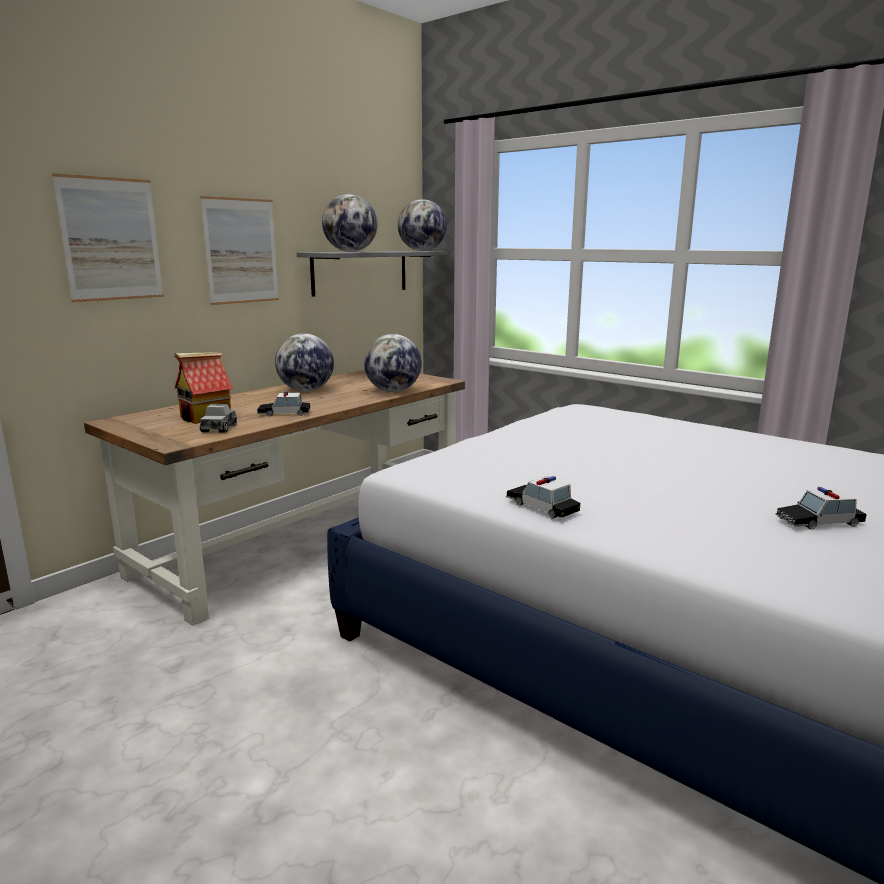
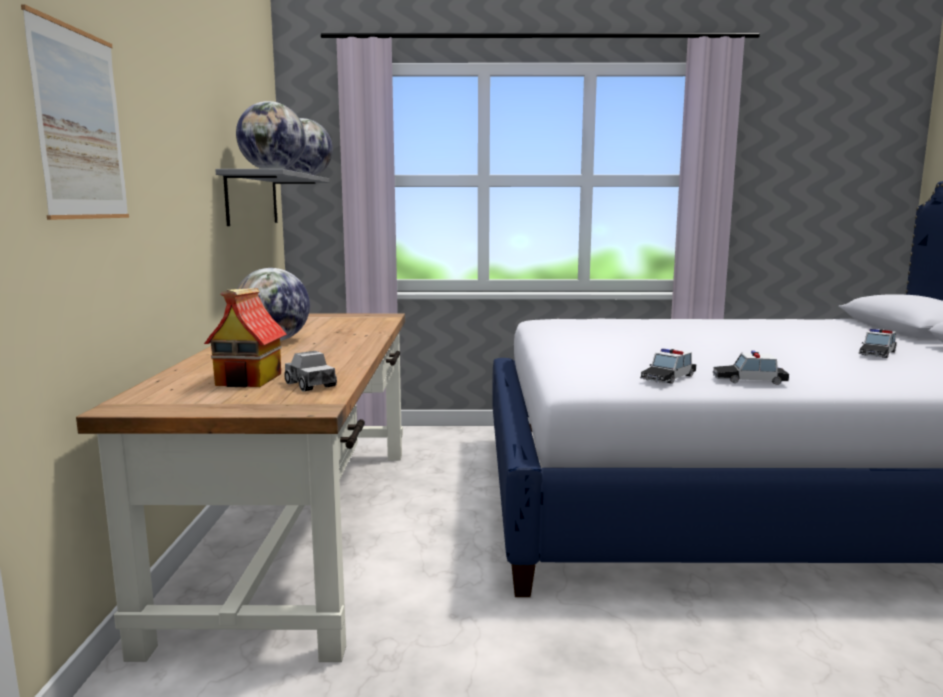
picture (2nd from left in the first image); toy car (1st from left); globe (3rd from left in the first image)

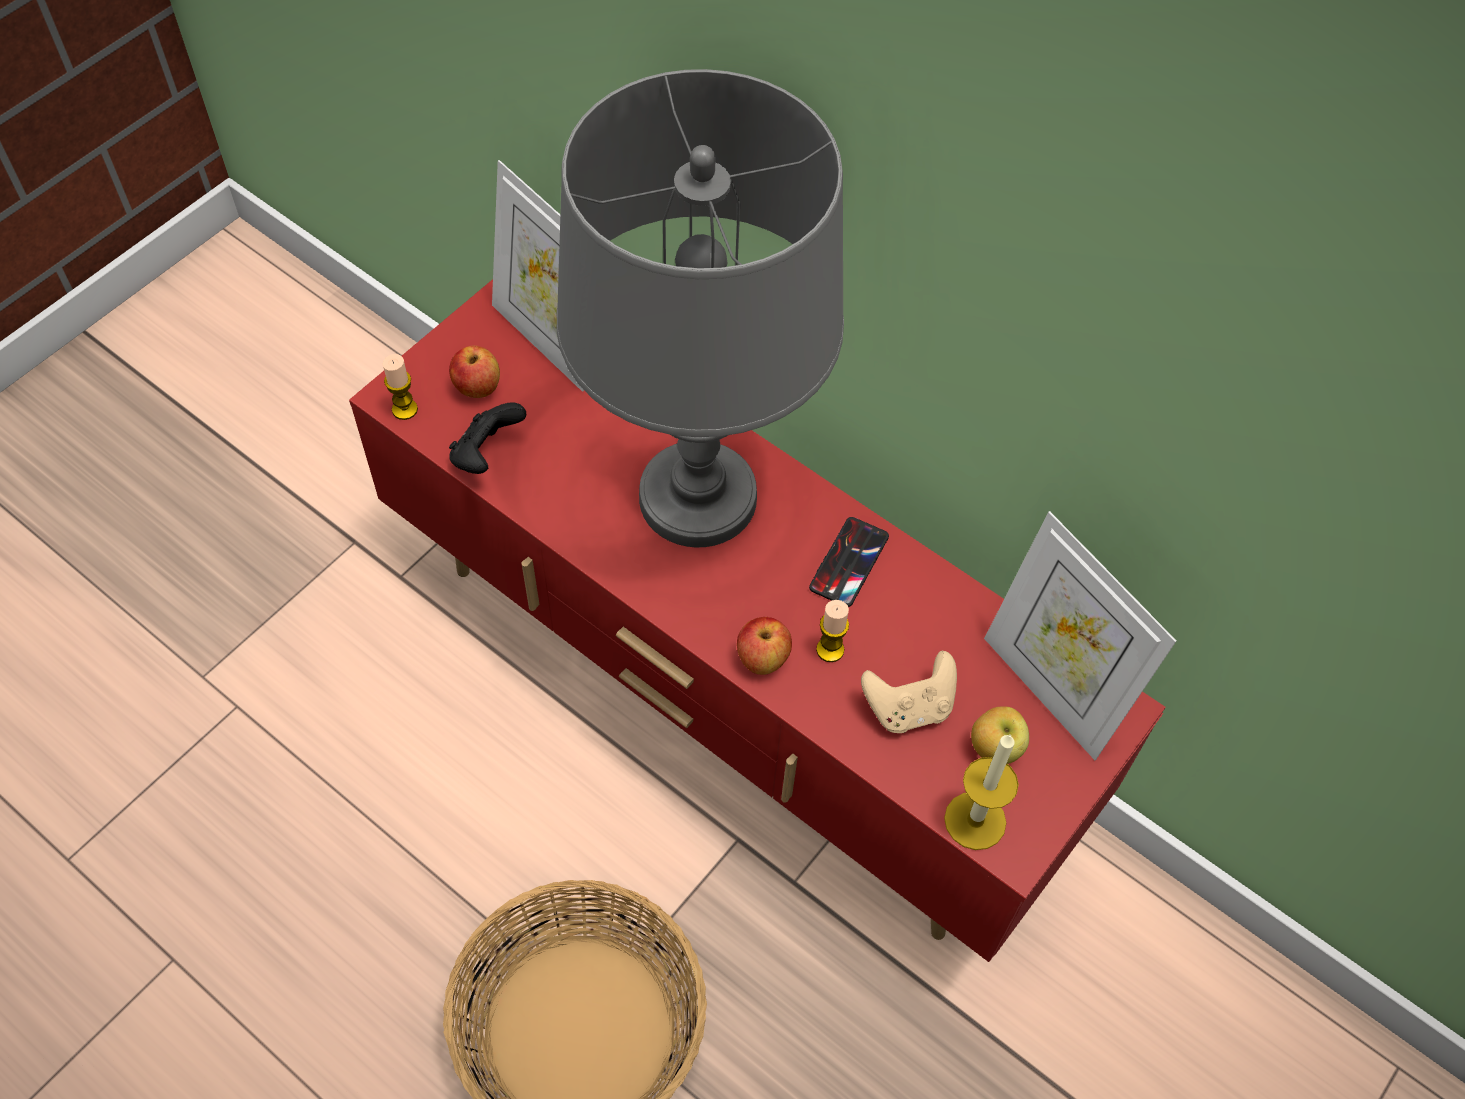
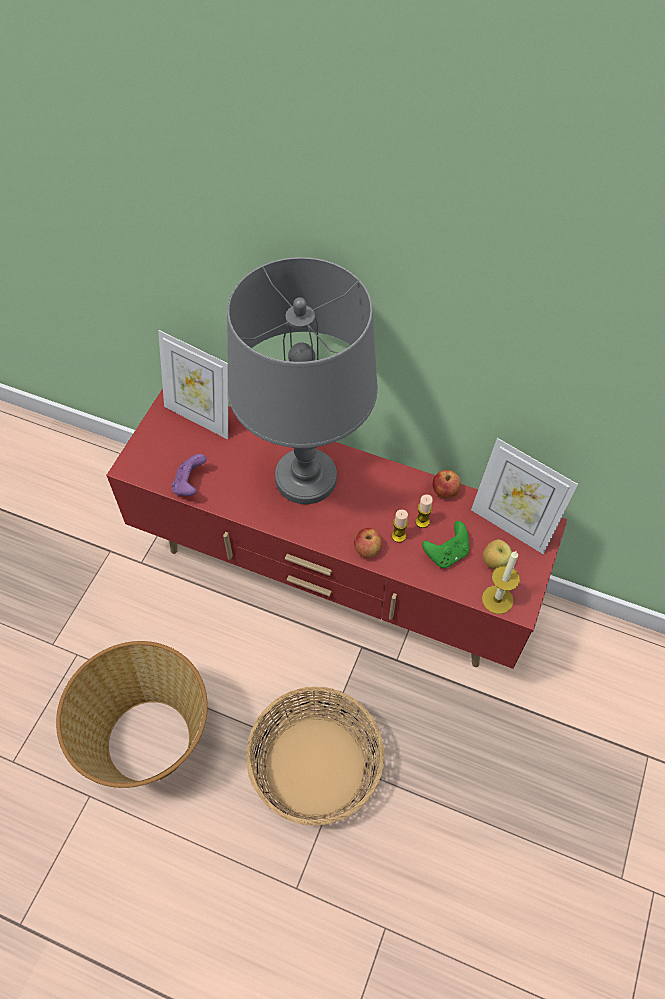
candle (2nd from left); apple (2nd from left); purple game controller; phone; green game controller; basket (1st from left)

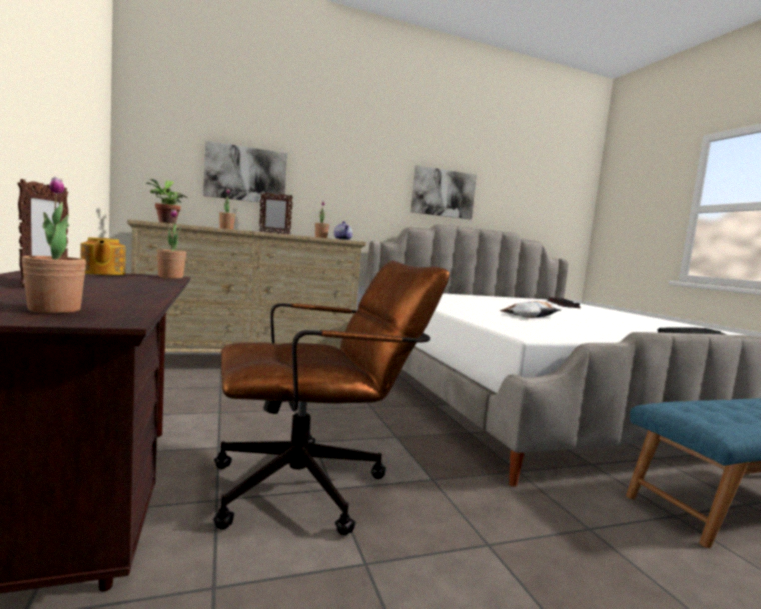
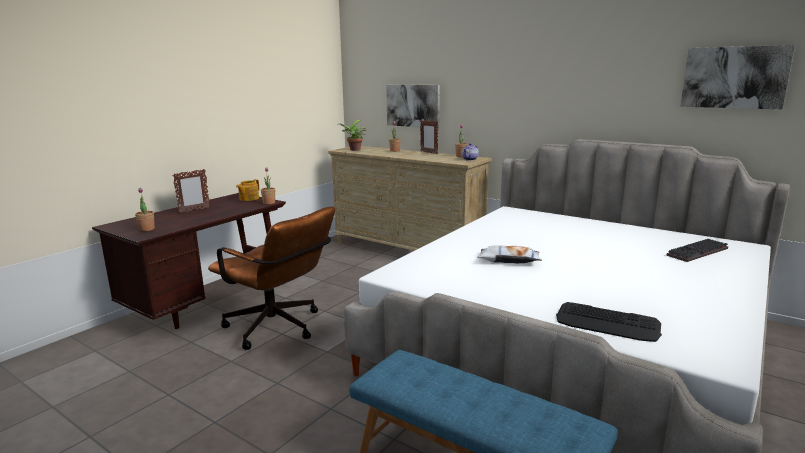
picture (2nd from left)

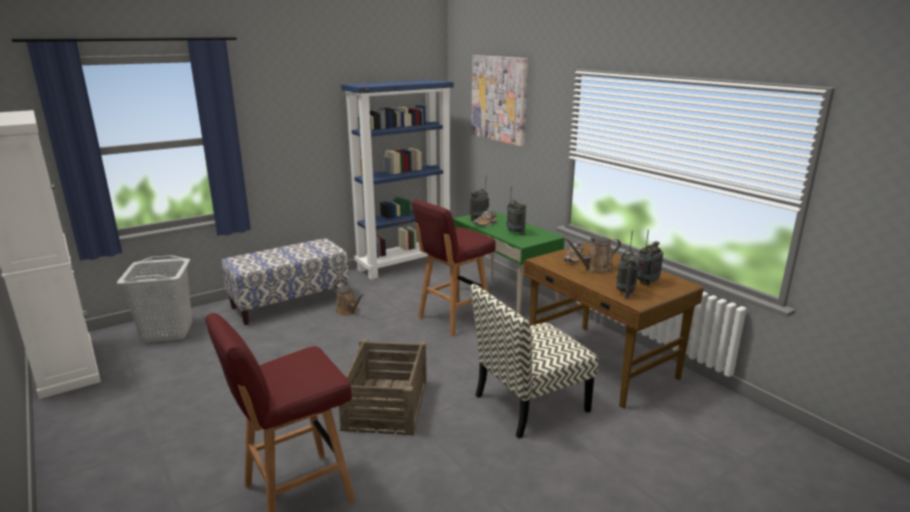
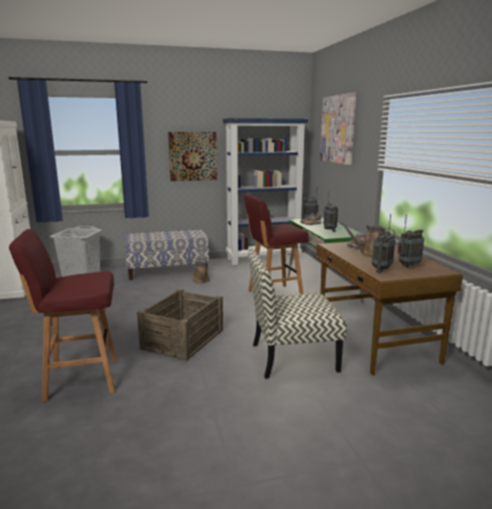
picture (1st from left)

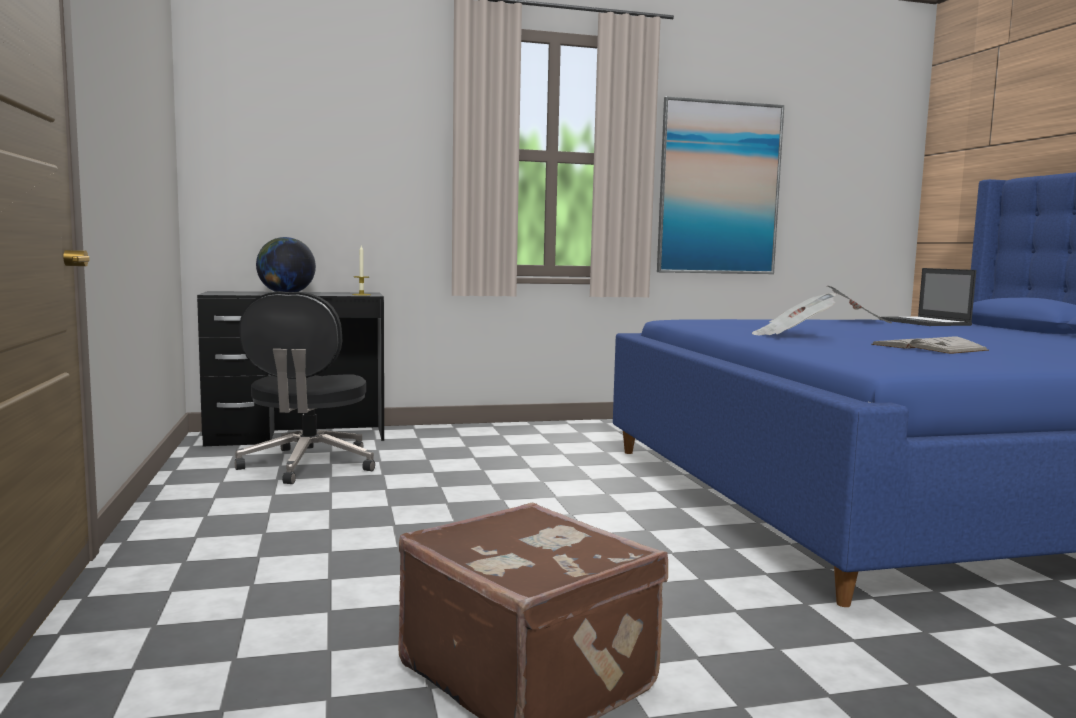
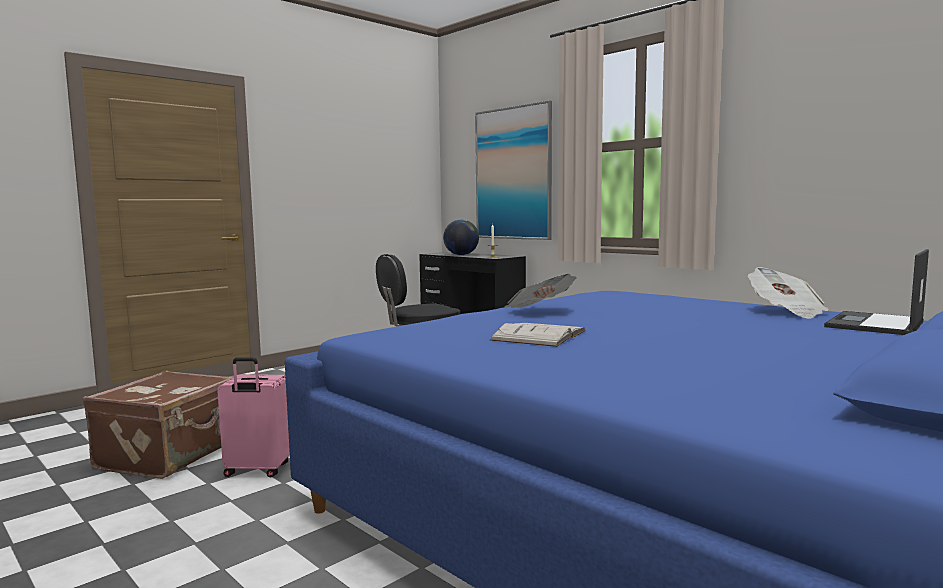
picture; pink suitcase

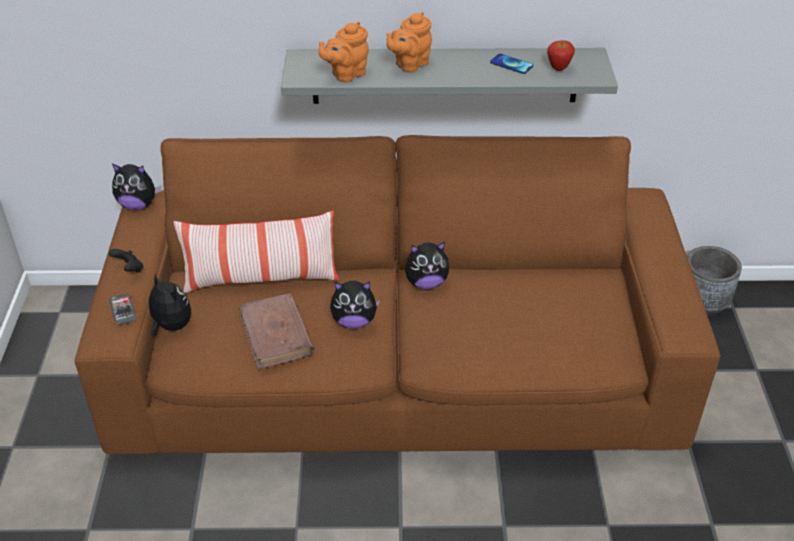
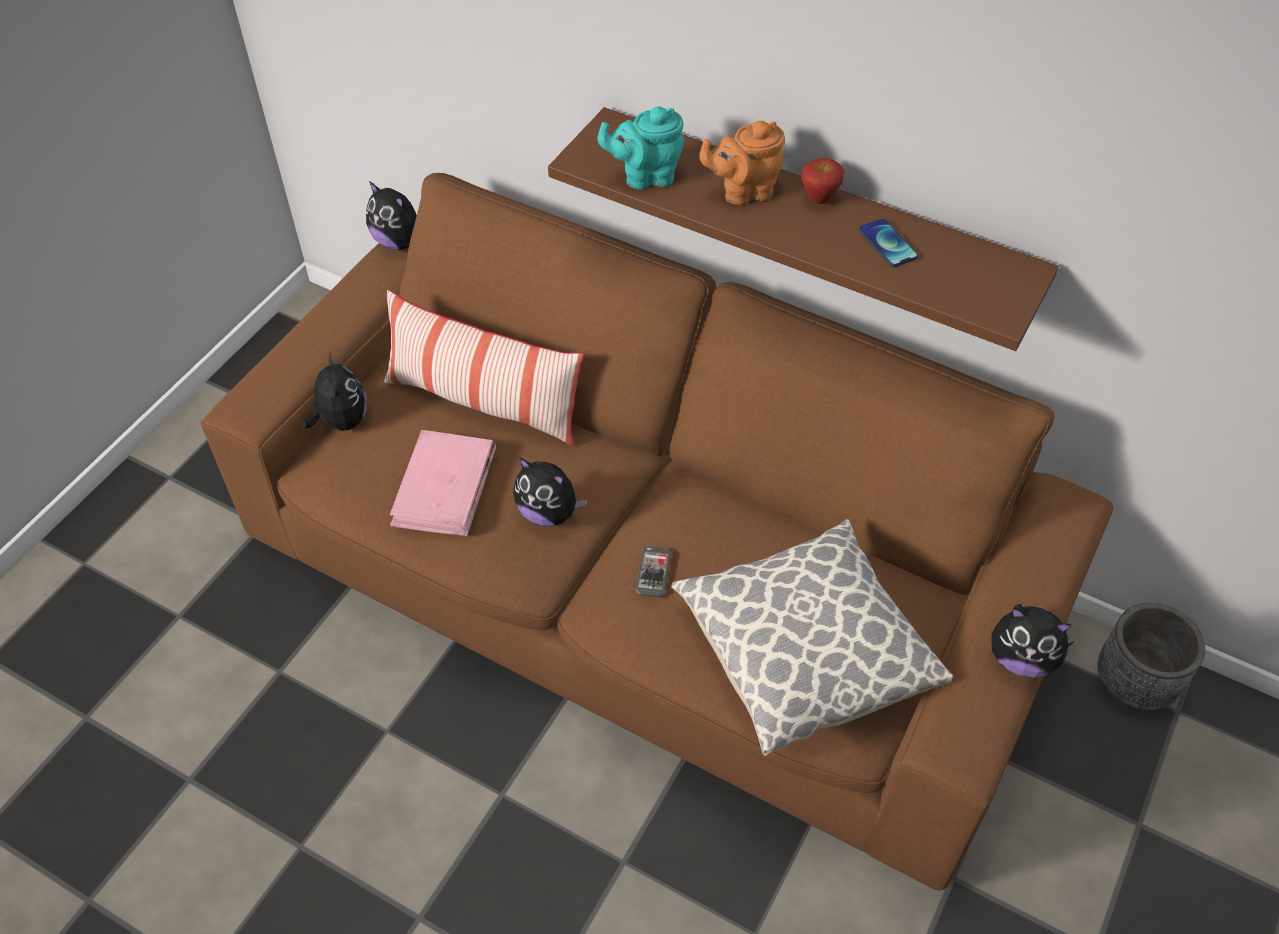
black game controller; phone (1st from left); pink book; brown shelf; turquoise teapot; plush toy (4th from left); apple; pillow (2nd from left)

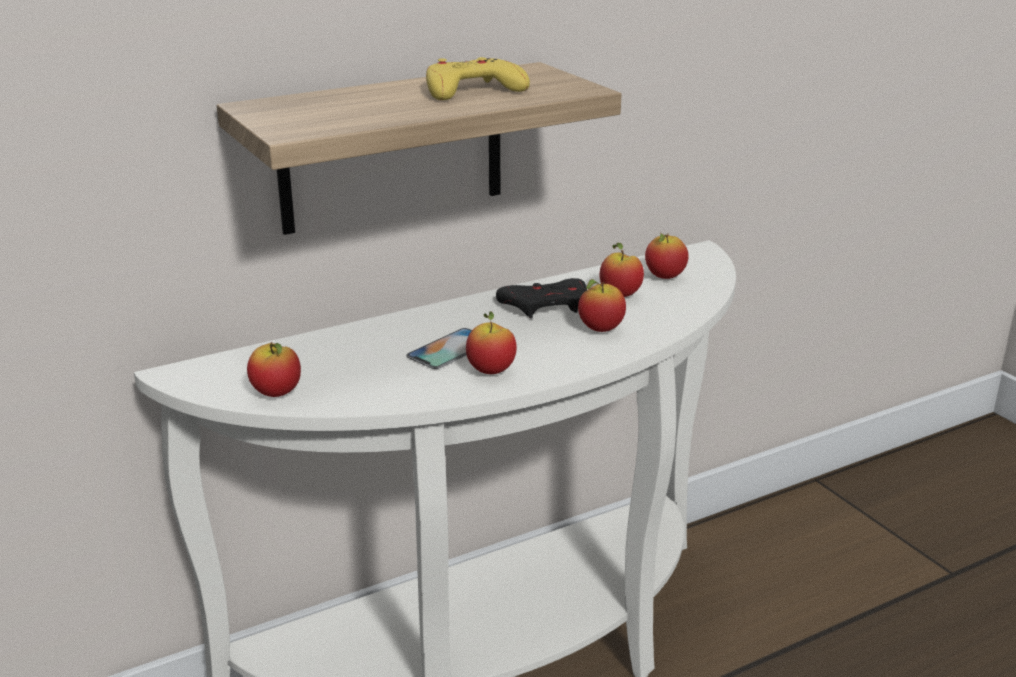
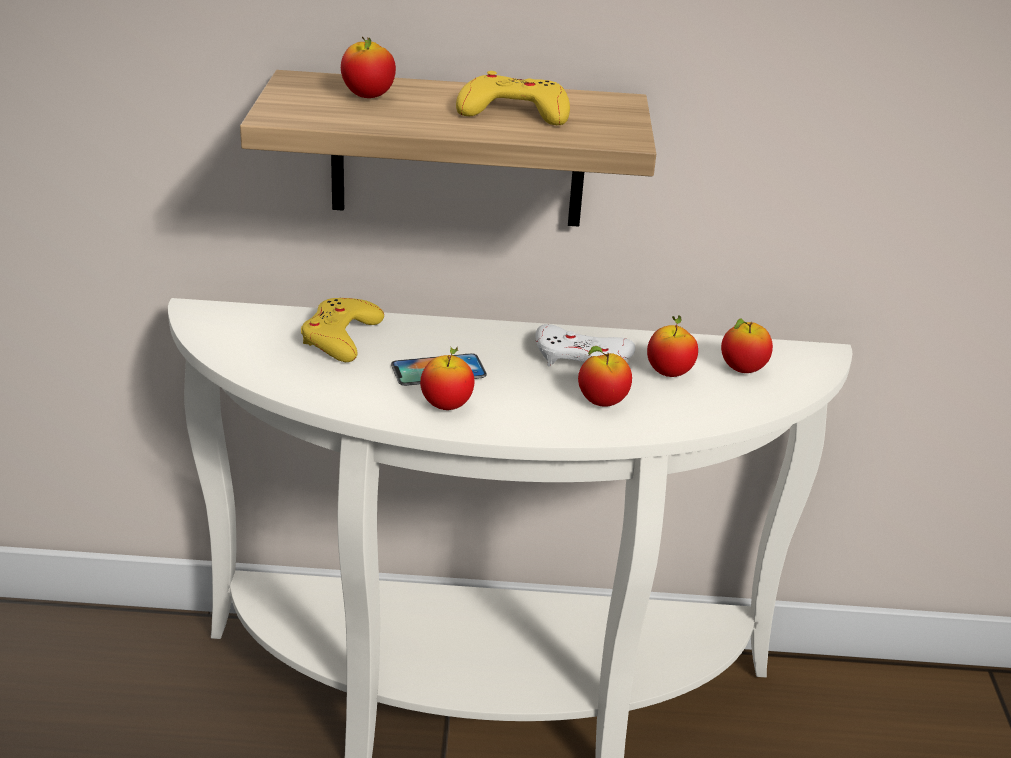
apple (1st from left); white game controller; yellow game controller (1st from left)

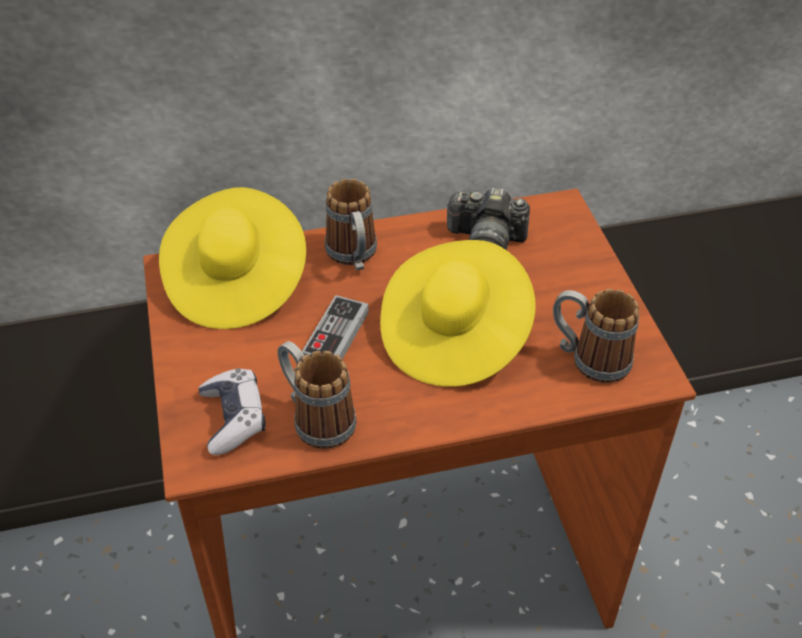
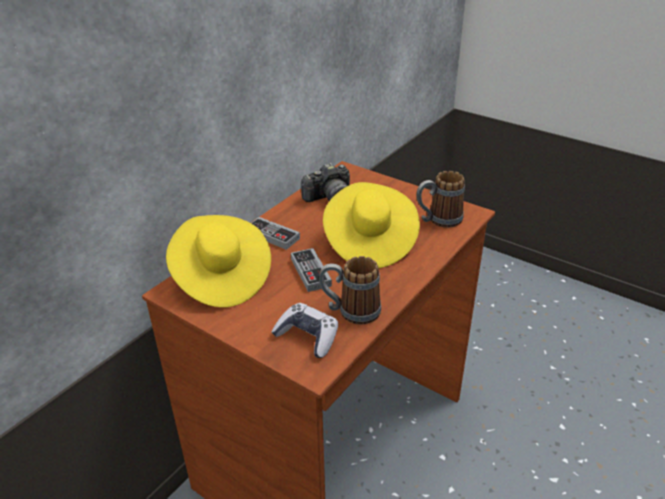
game controller (1st from left)

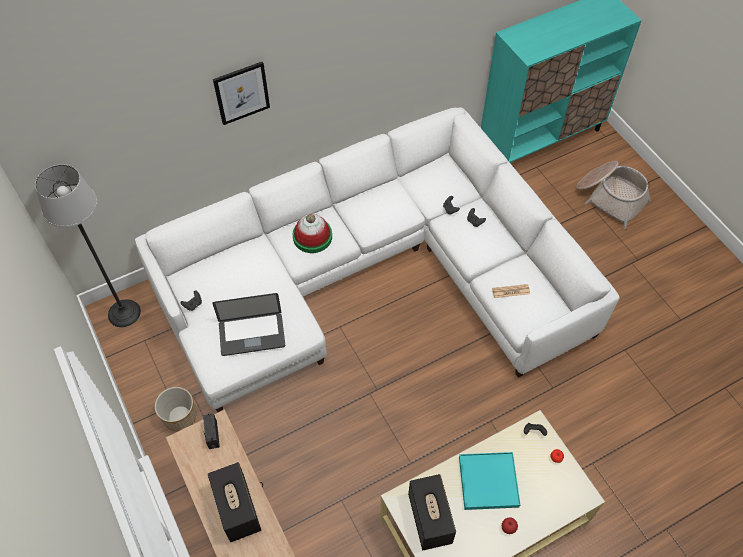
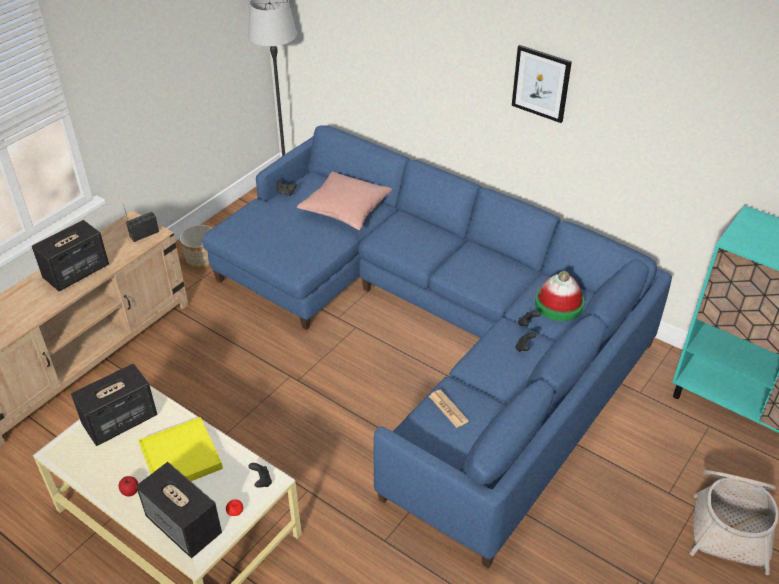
blue sofa; laptop; picture; hat; yellow tray; speaker (3rd from left); pink pillow

